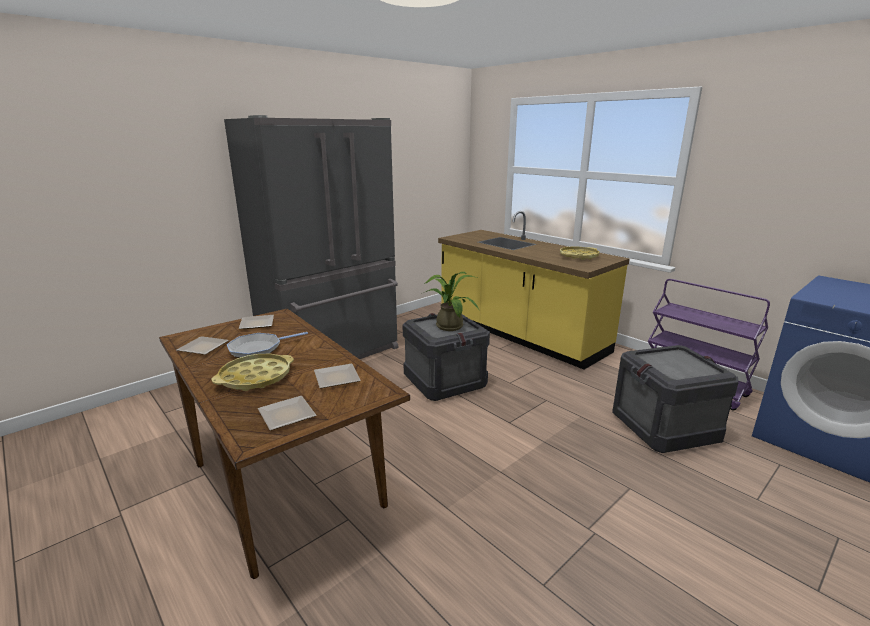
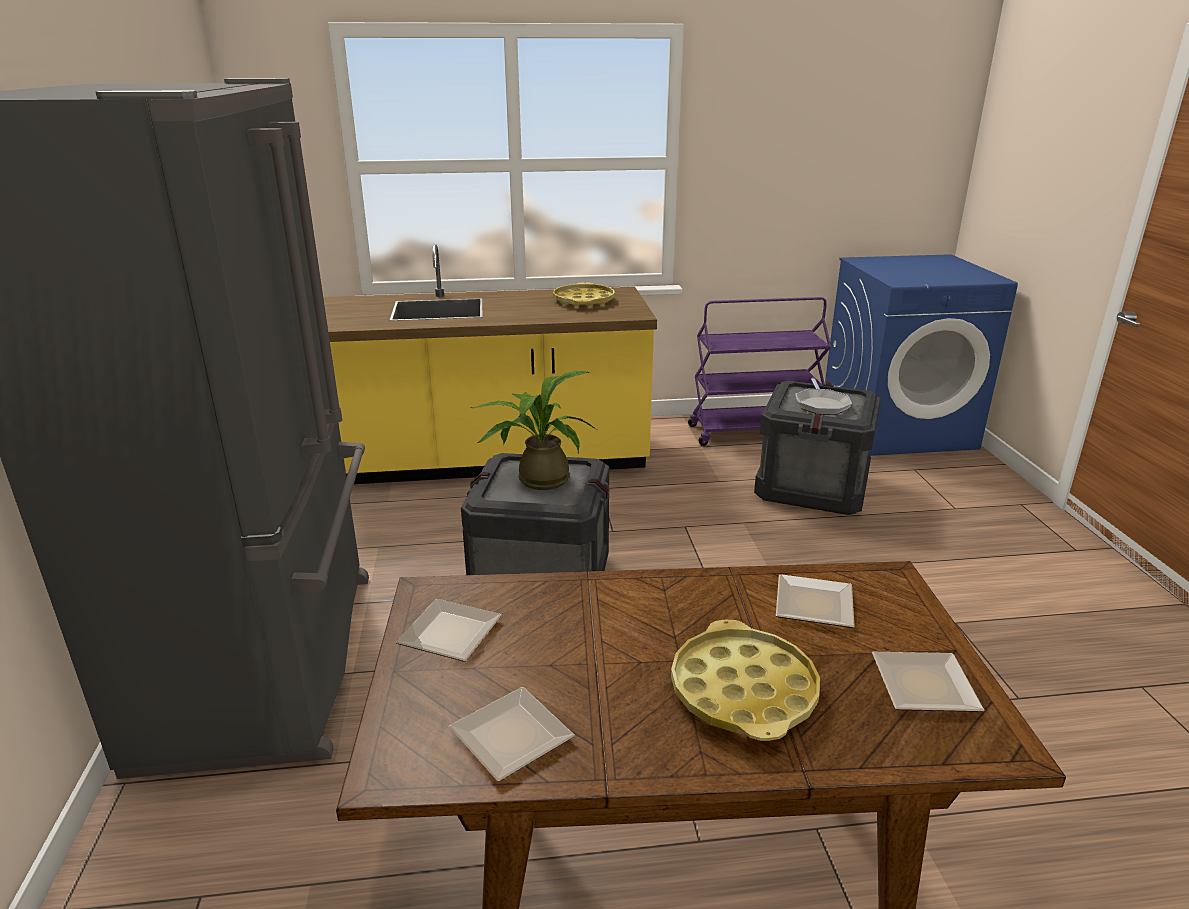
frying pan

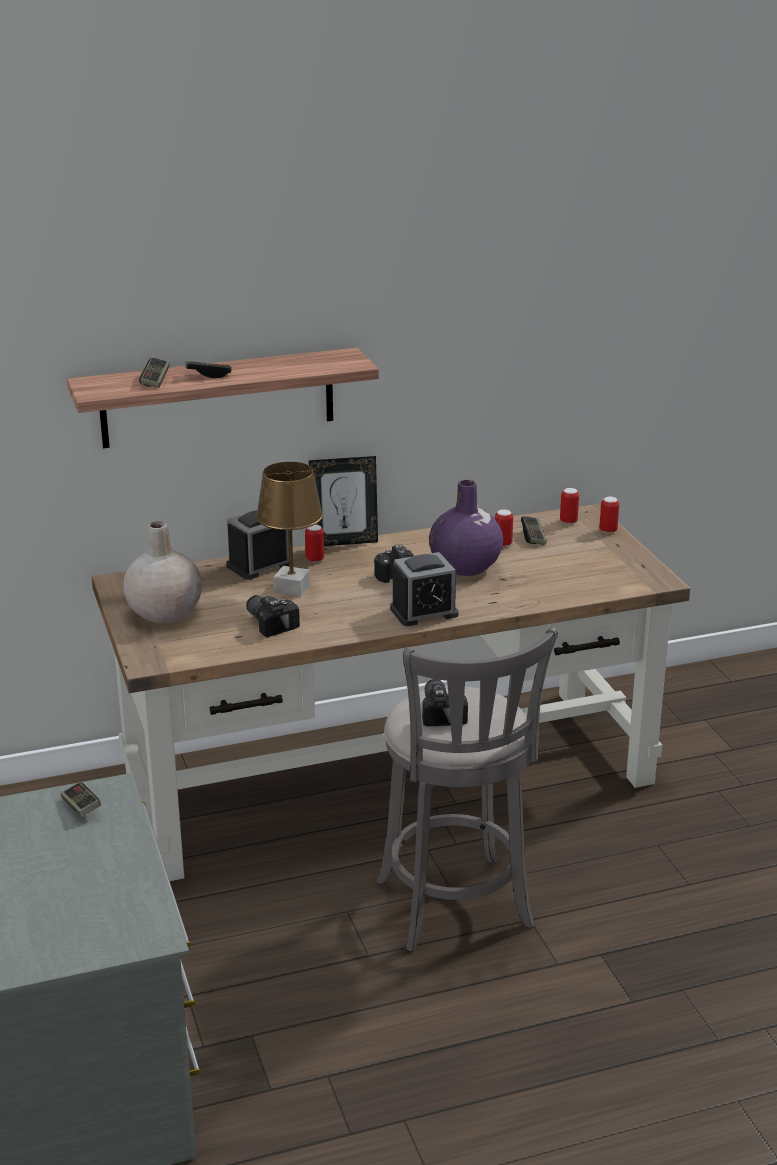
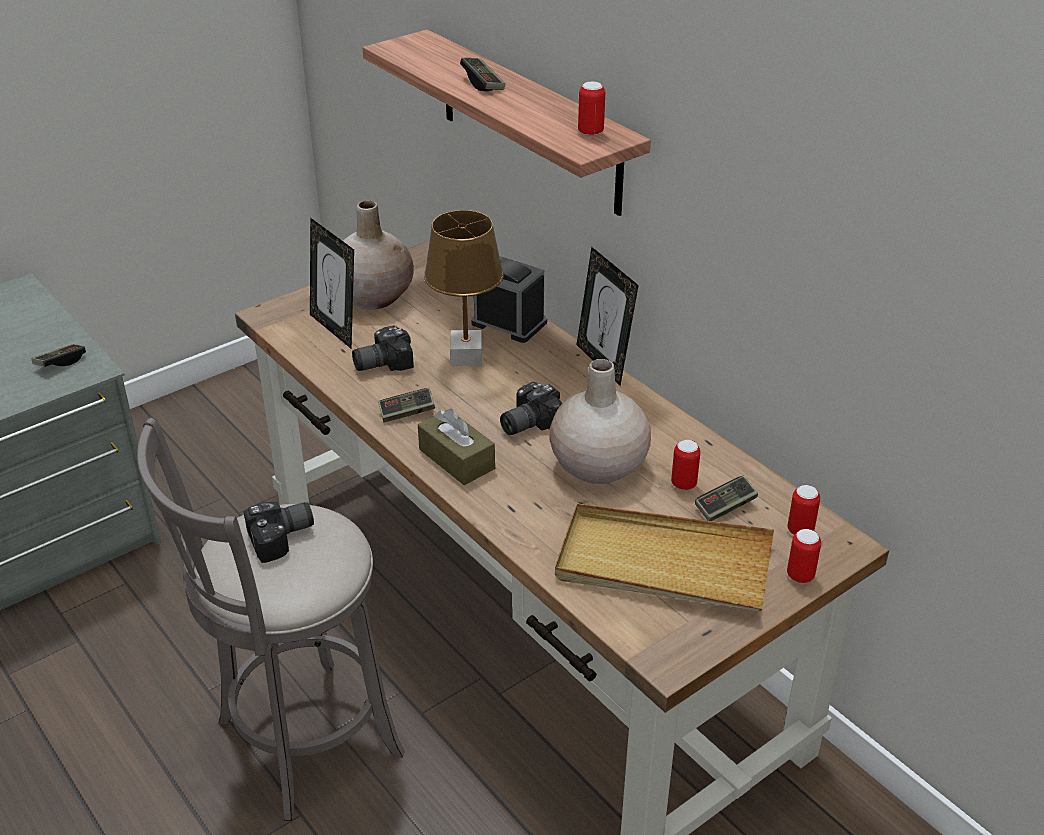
game controller (2nd from left); photo camera (2nd from left); can (1st from left); brown tissue box; beige vase (2nd from left); picture frame (1st from left); beige tray

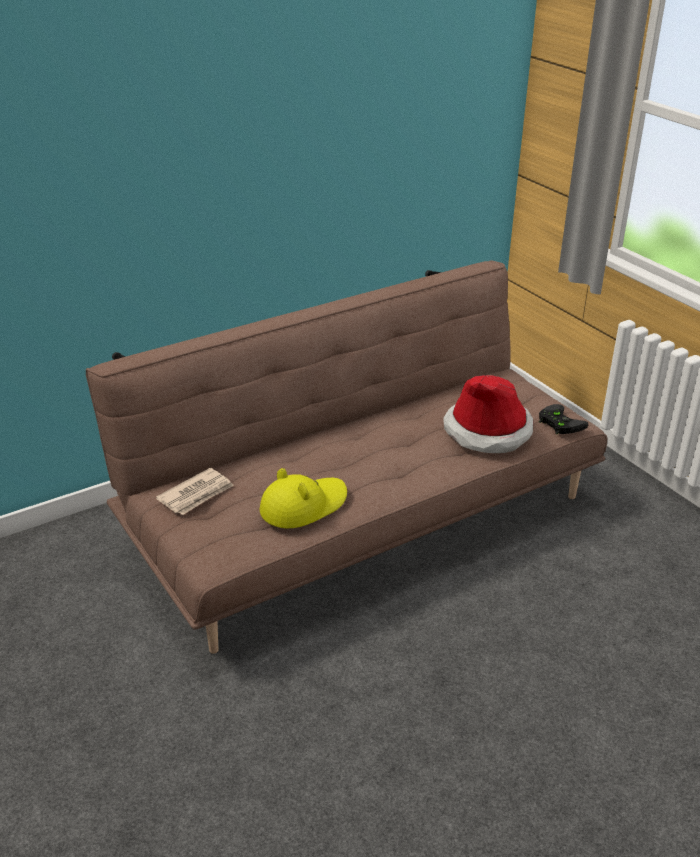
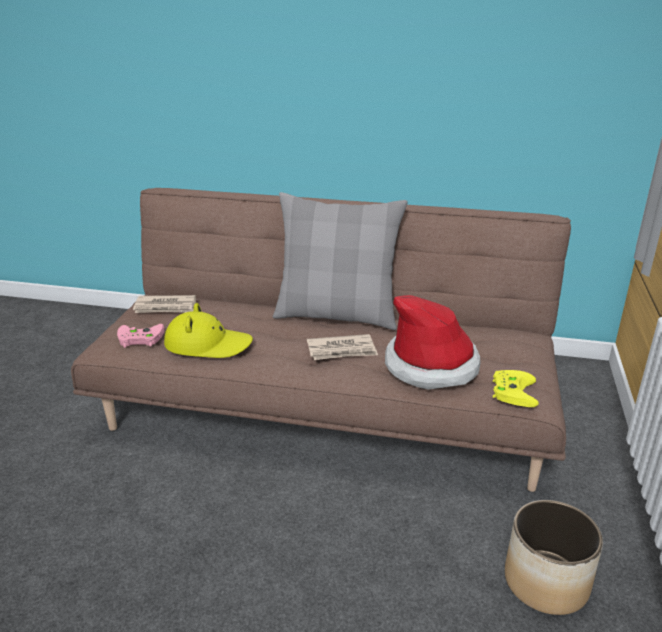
yellow game controller; pink game controller; grey pillow; newspaper (2nd from left); planter

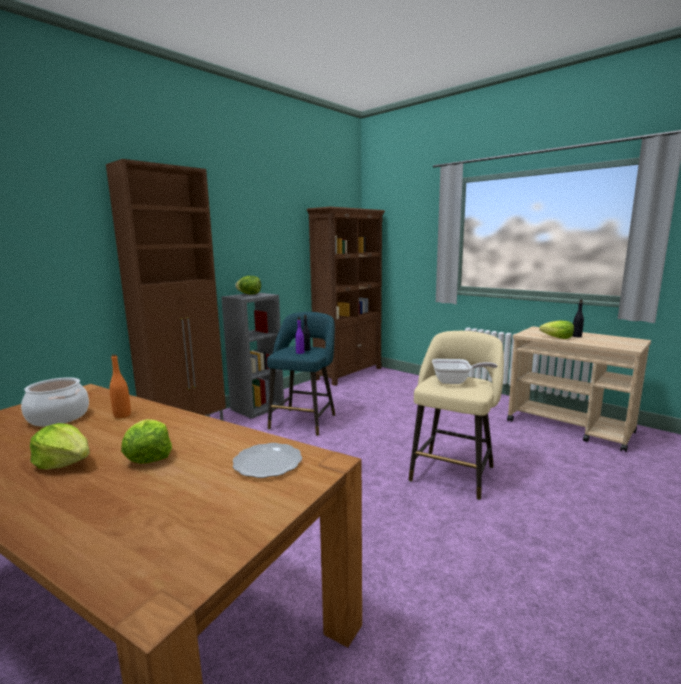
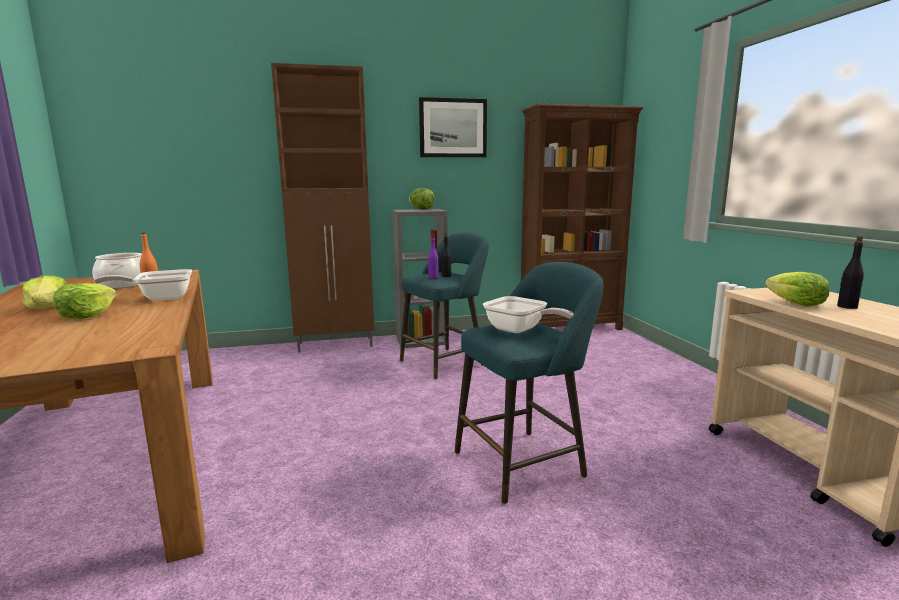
plate; turquoise stool (2nd from left); frying pan (1st from left); picture

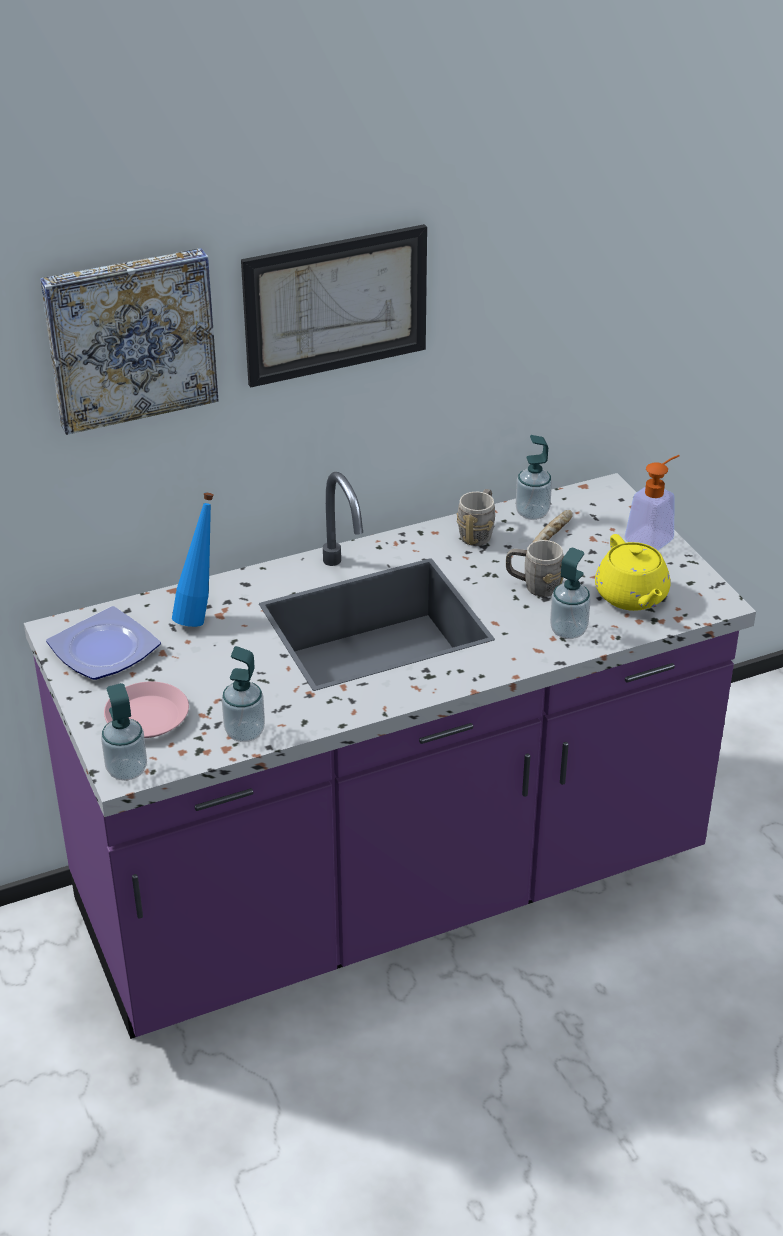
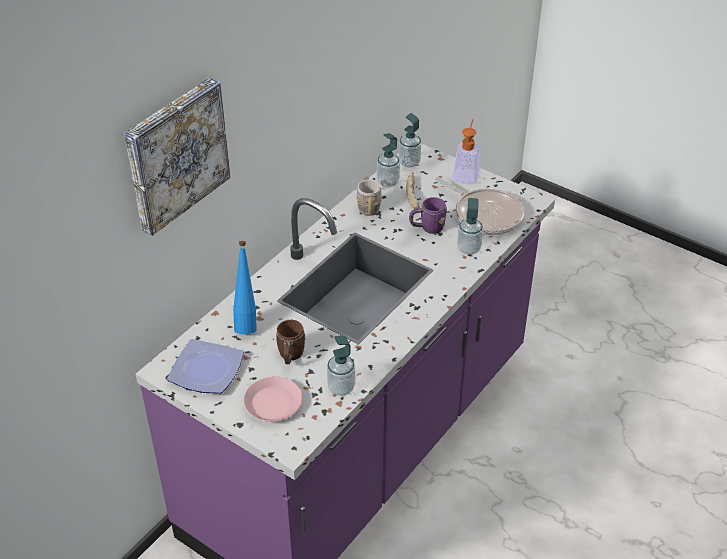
soap dispenser (3rd from left); picture (2nd from left in the first image); purple mug; frying pan; brown mug

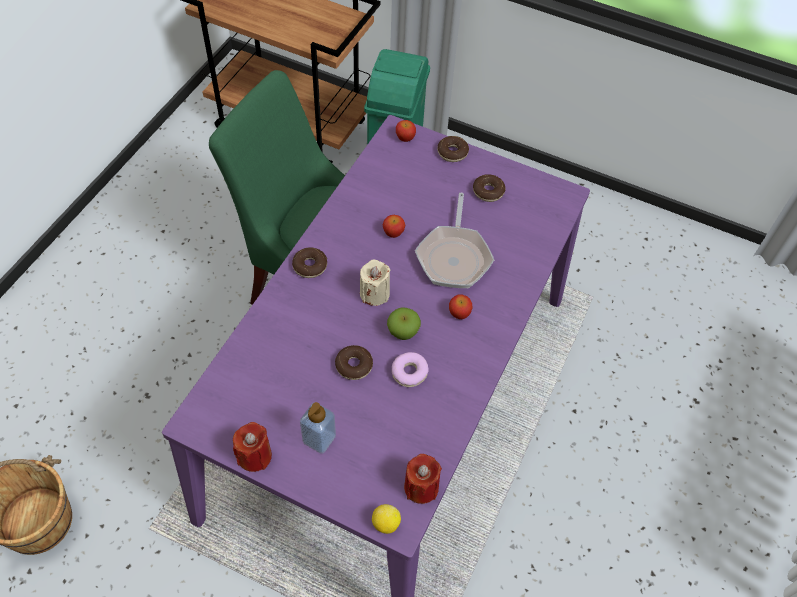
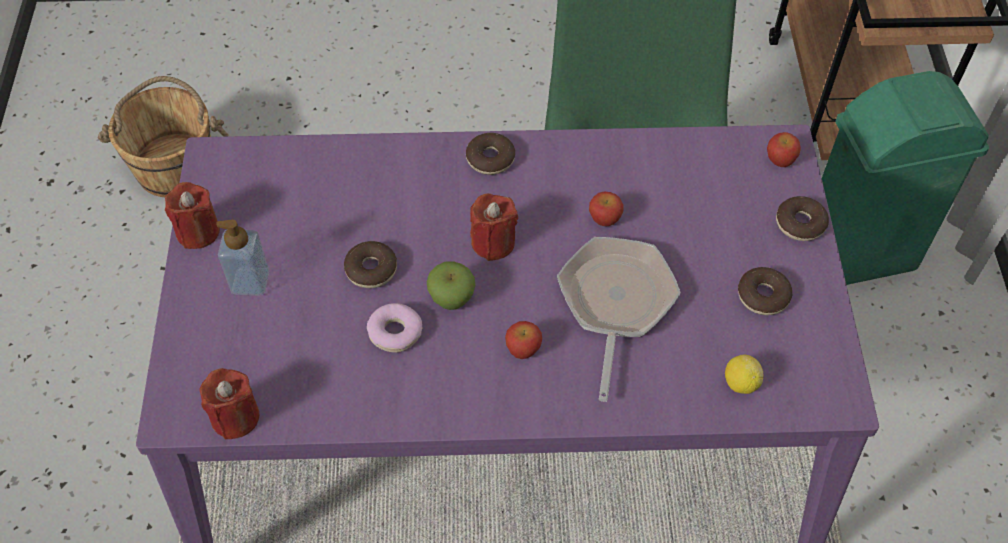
red candle (3rd from left); lemon; frying pan

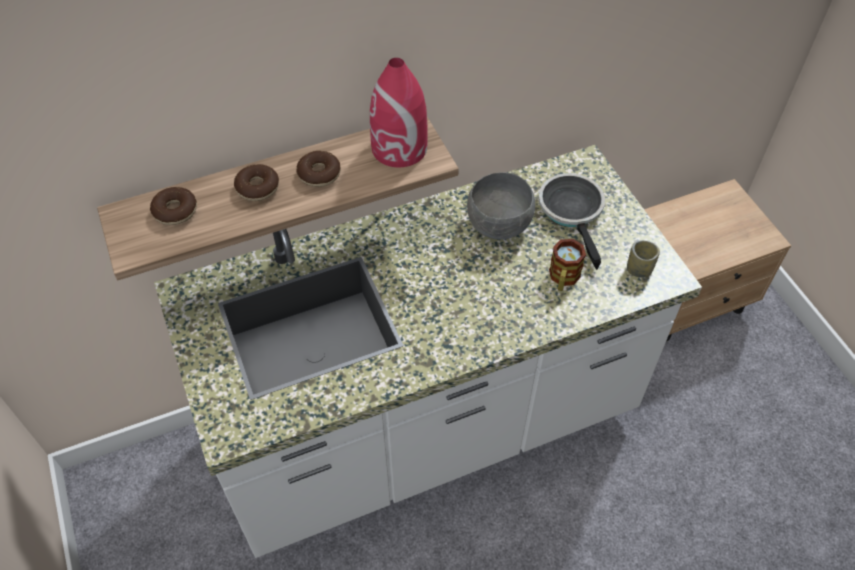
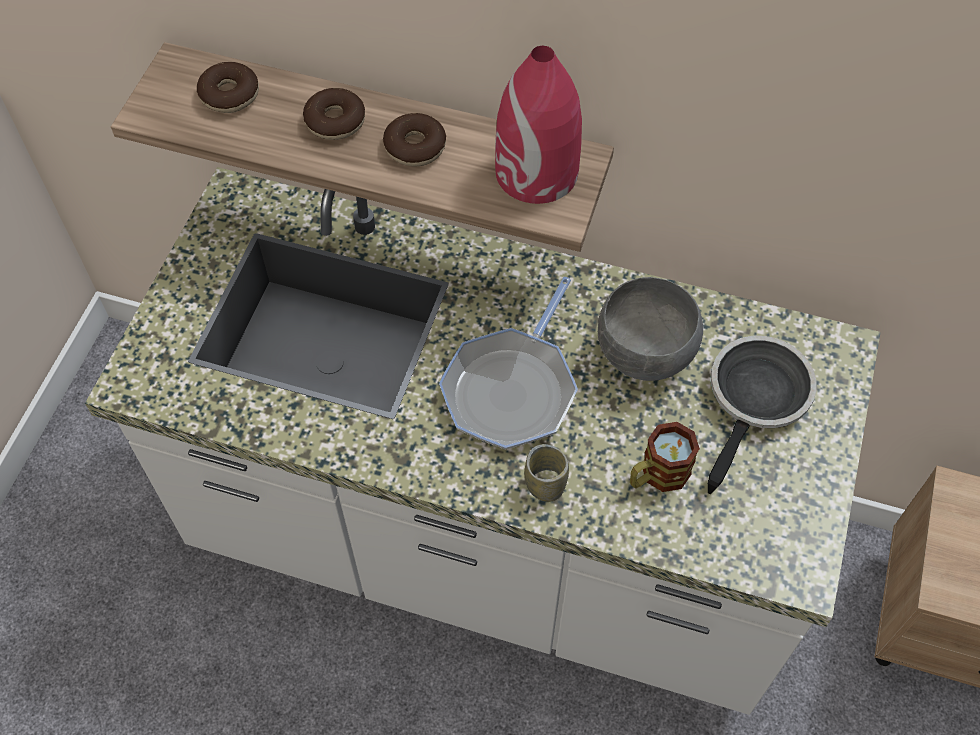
cup; frying pan (1st from left)

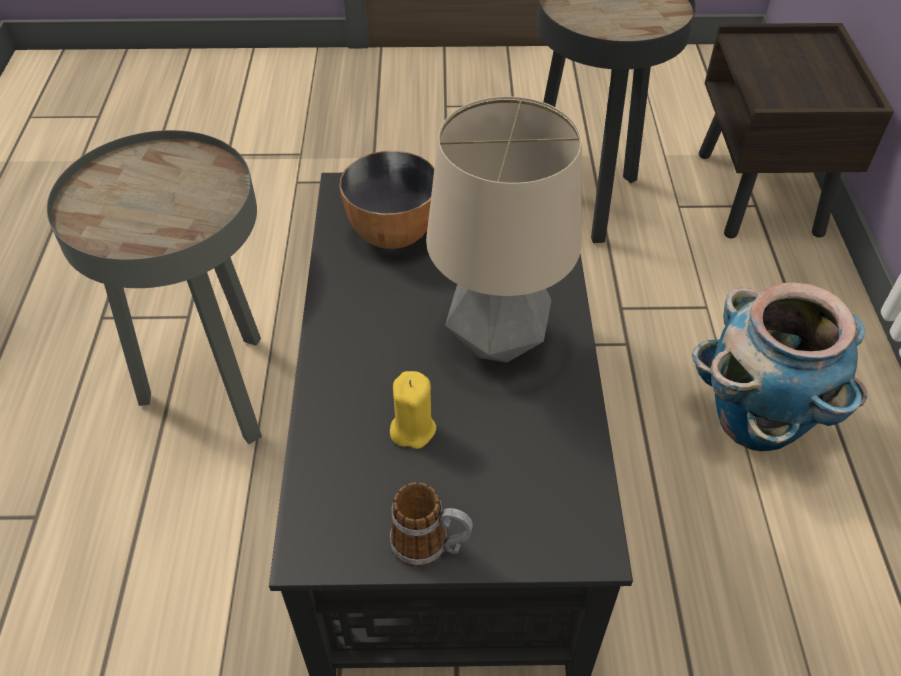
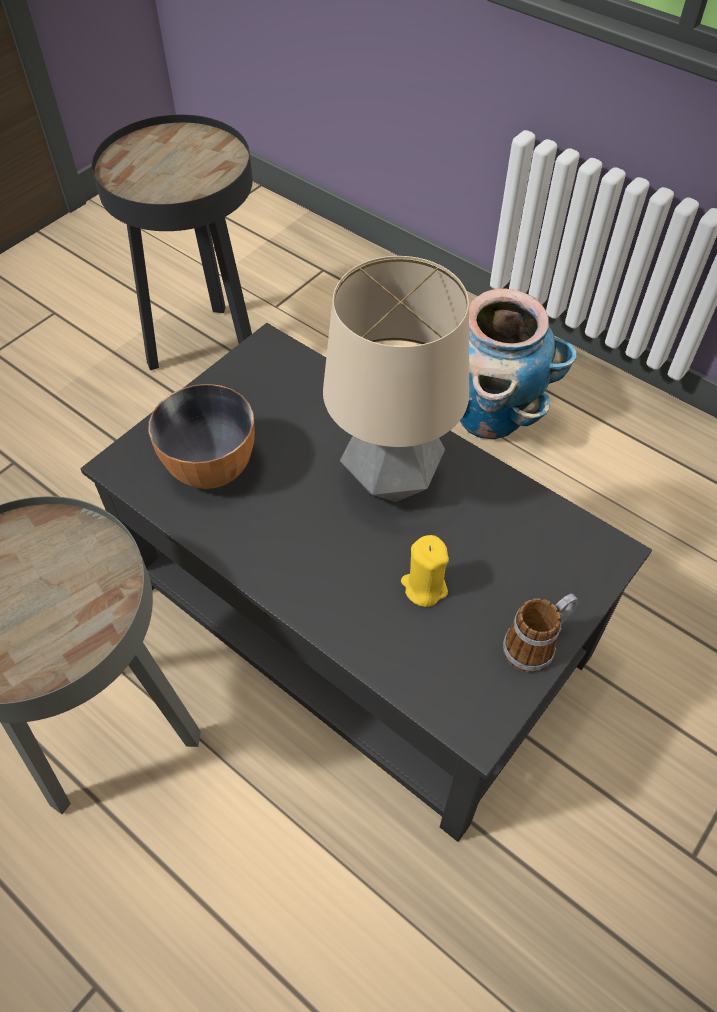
brown nightstand

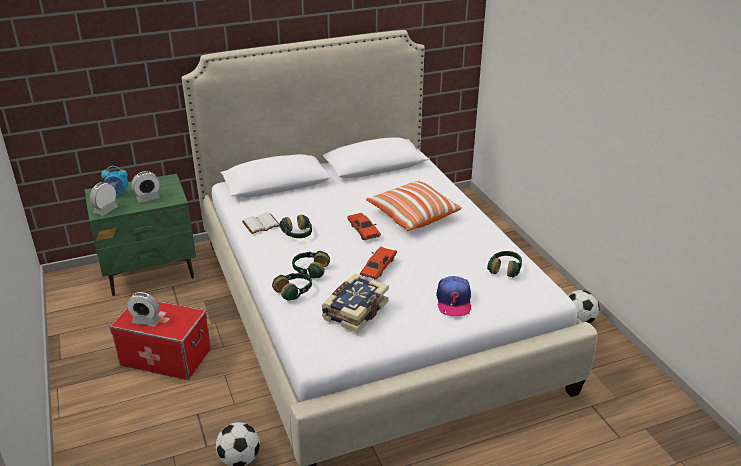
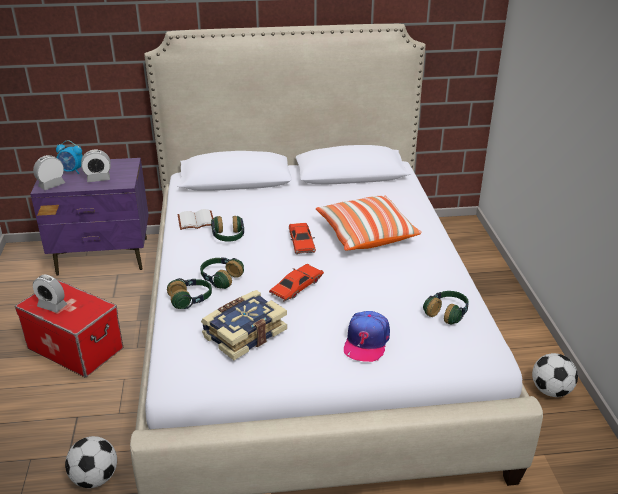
purple nightstand

